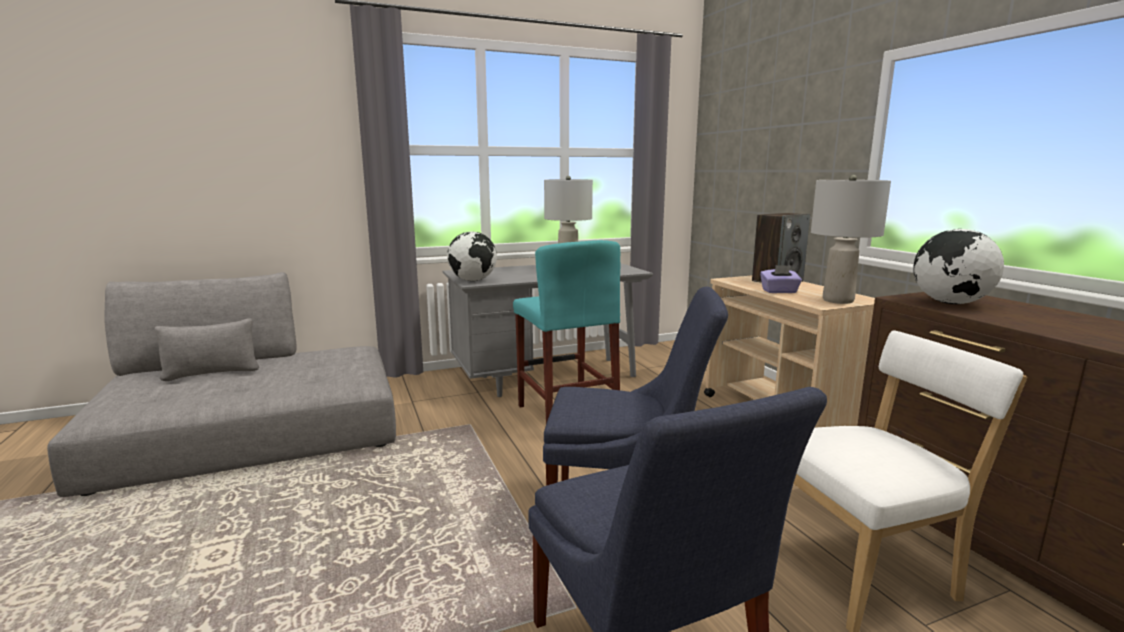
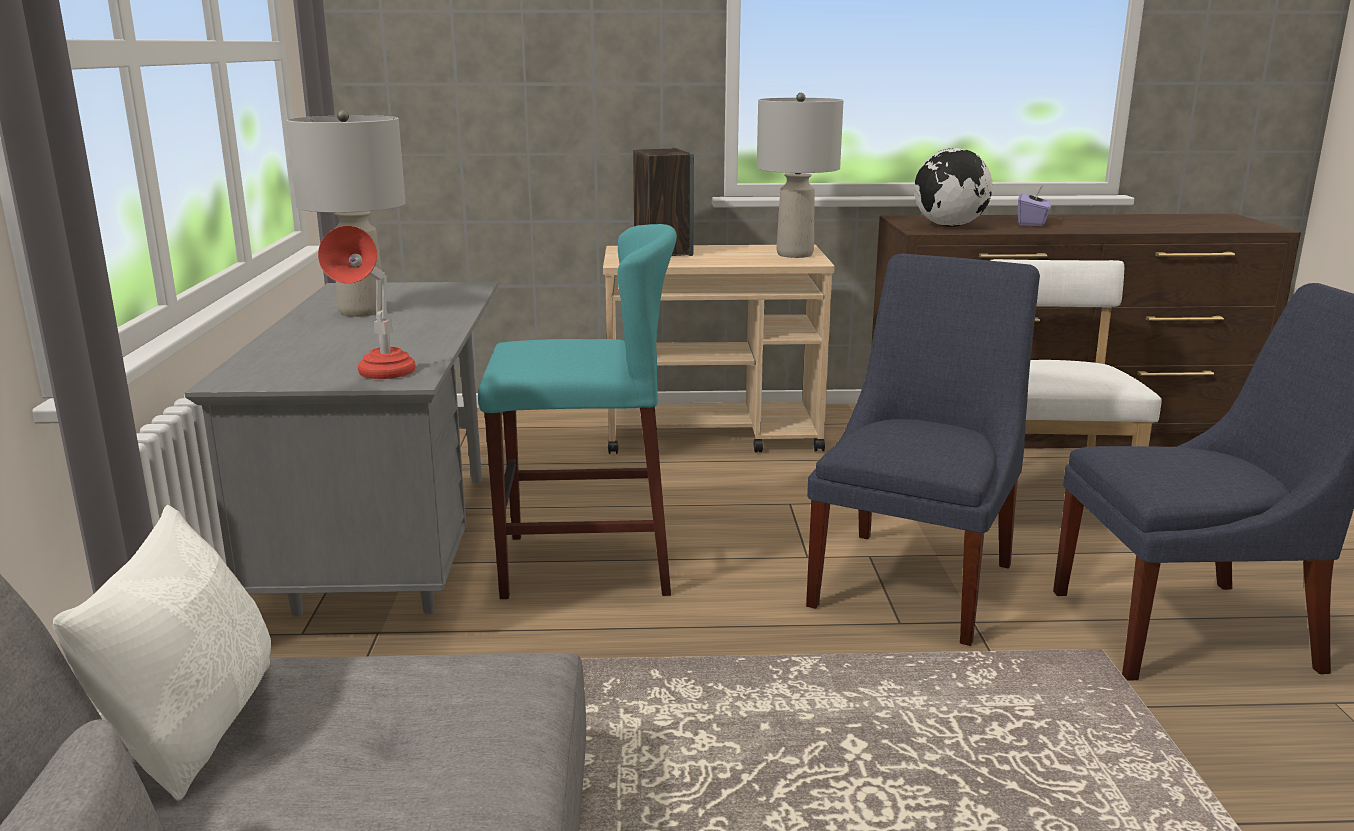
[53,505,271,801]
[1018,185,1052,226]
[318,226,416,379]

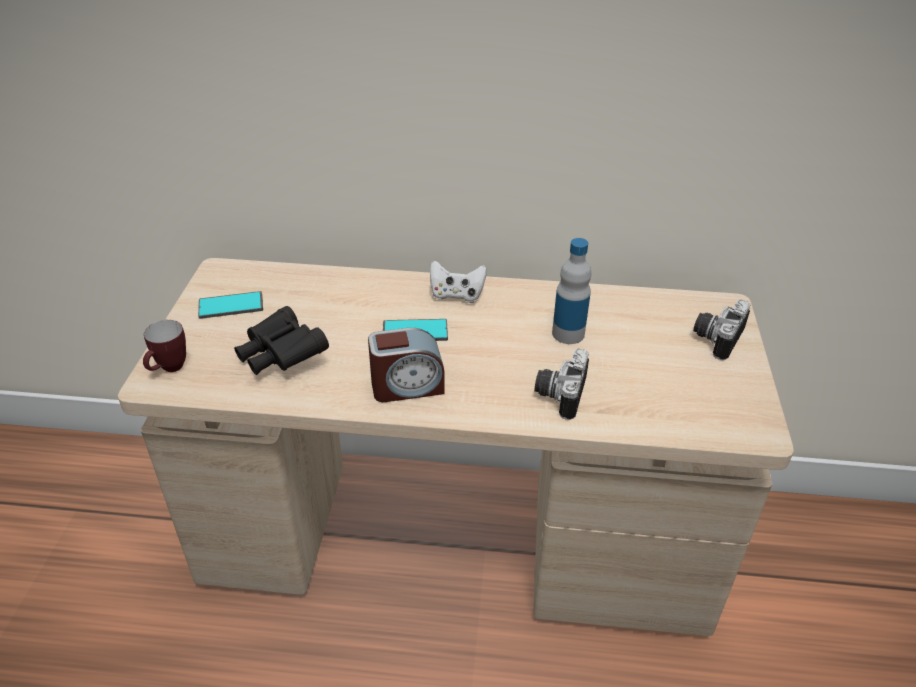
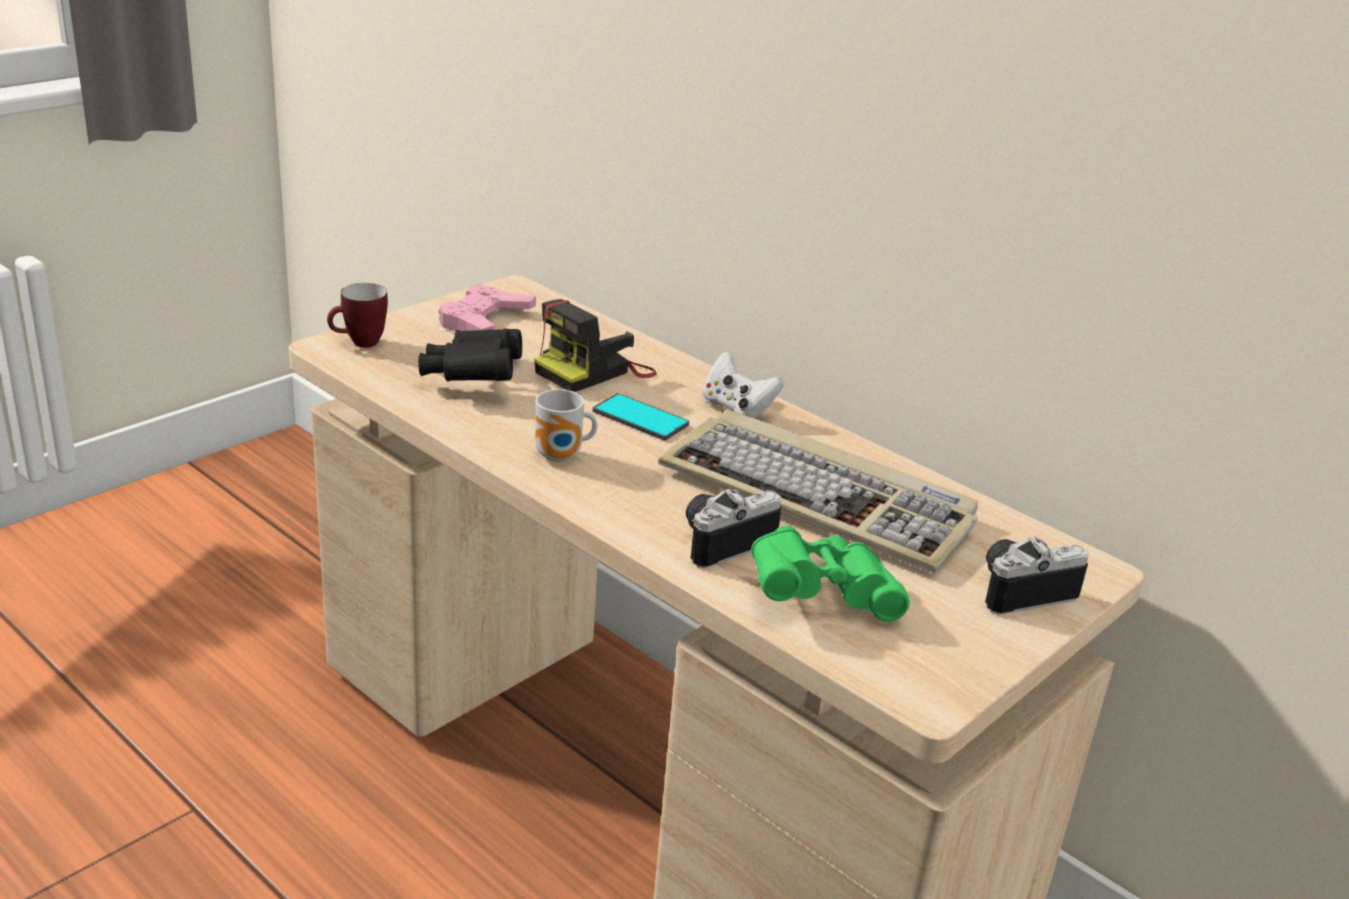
[534,299,657,392]
[751,526,910,622]
[439,284,536,331]
[535,389,598,462]
[658,409,978,573]

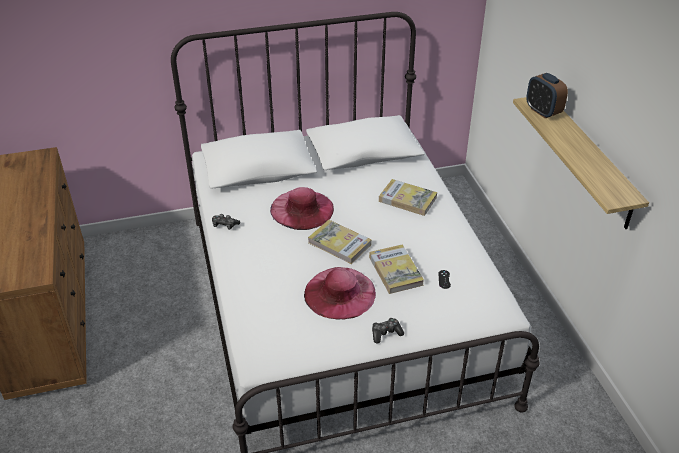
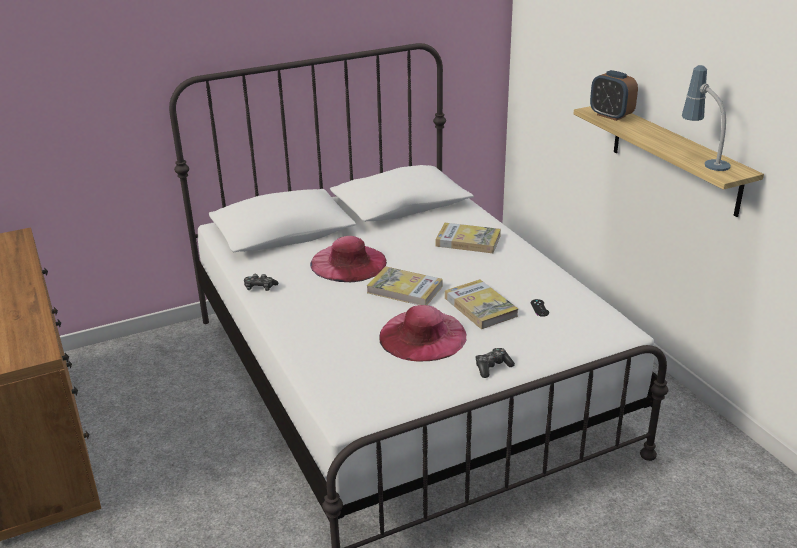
[682,65,731,171]

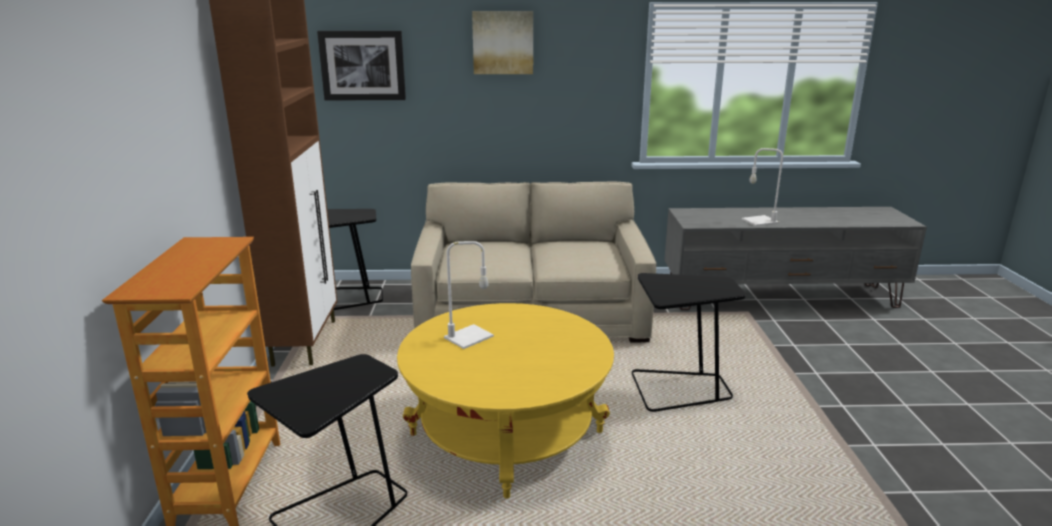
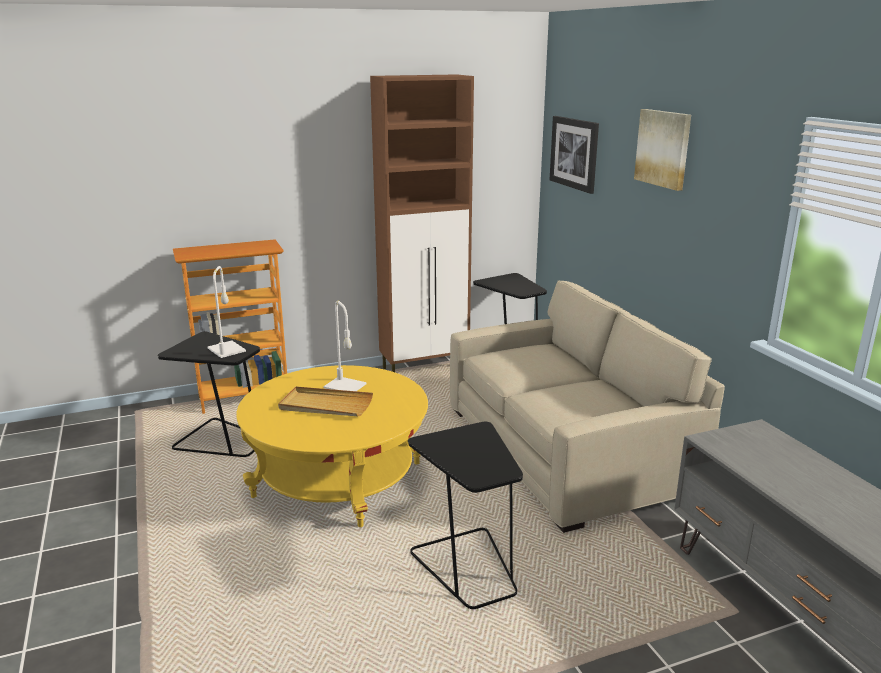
[278,387,373,416]
[207,266,246,358]

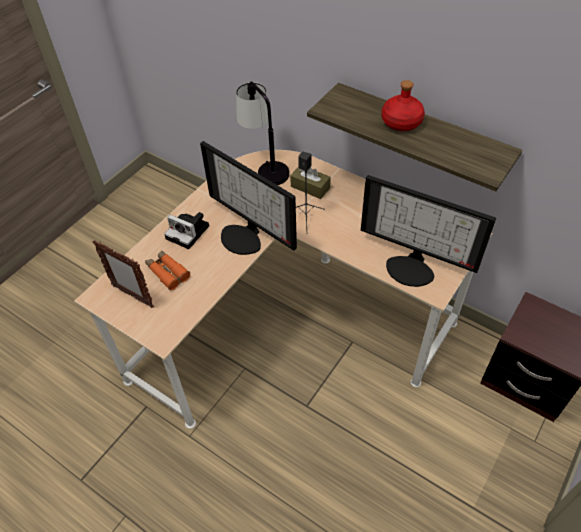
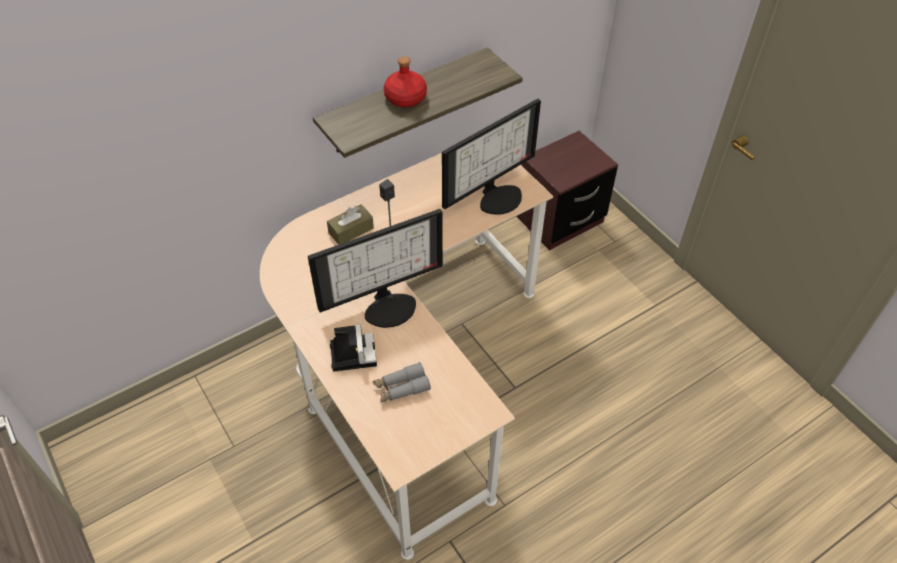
[93,240,154,308] (first image)
[236,81,289,185] (first image)
[373,362,431,402]
[330,324,377,372]

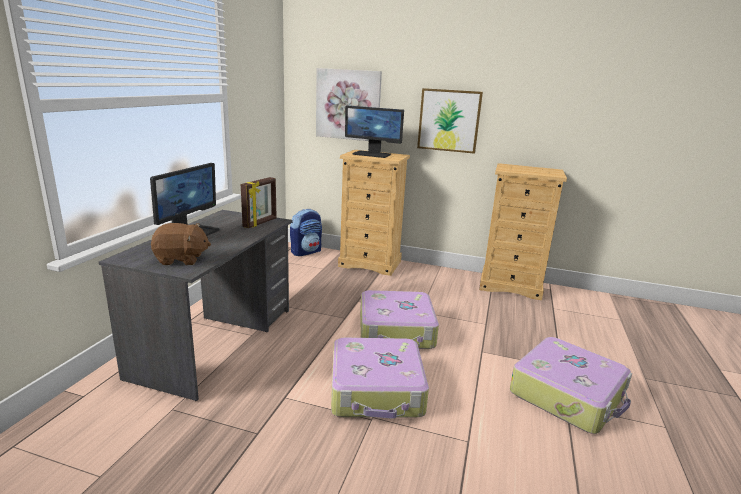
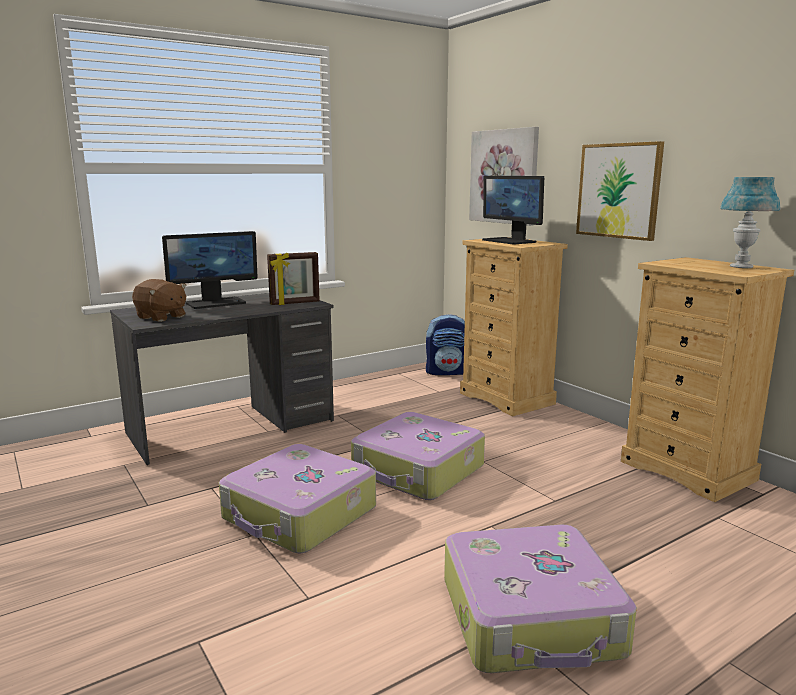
[720,177,780,268]

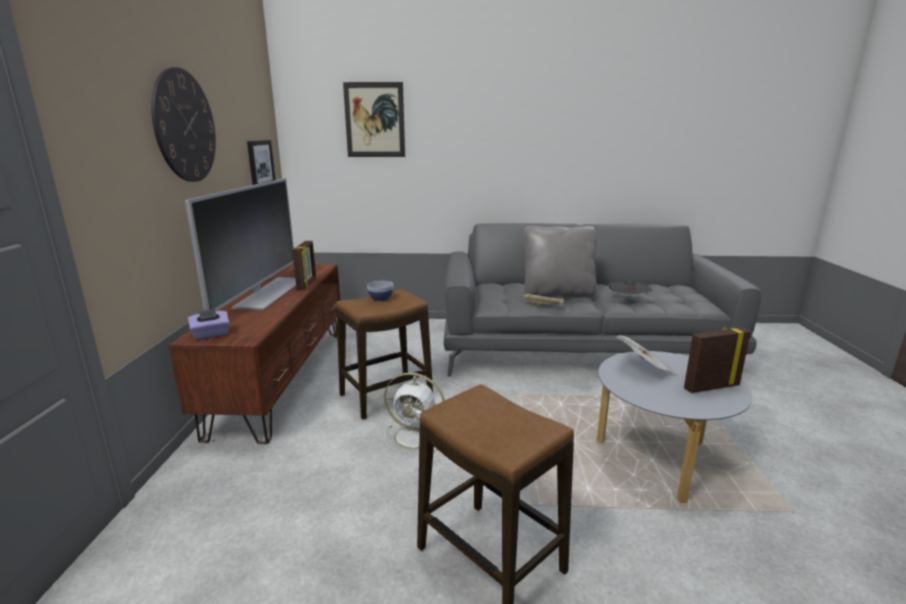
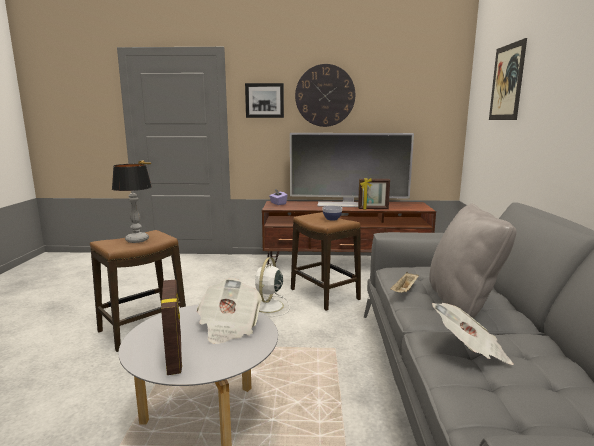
[112,164,152,243]
[245,83,284,118]

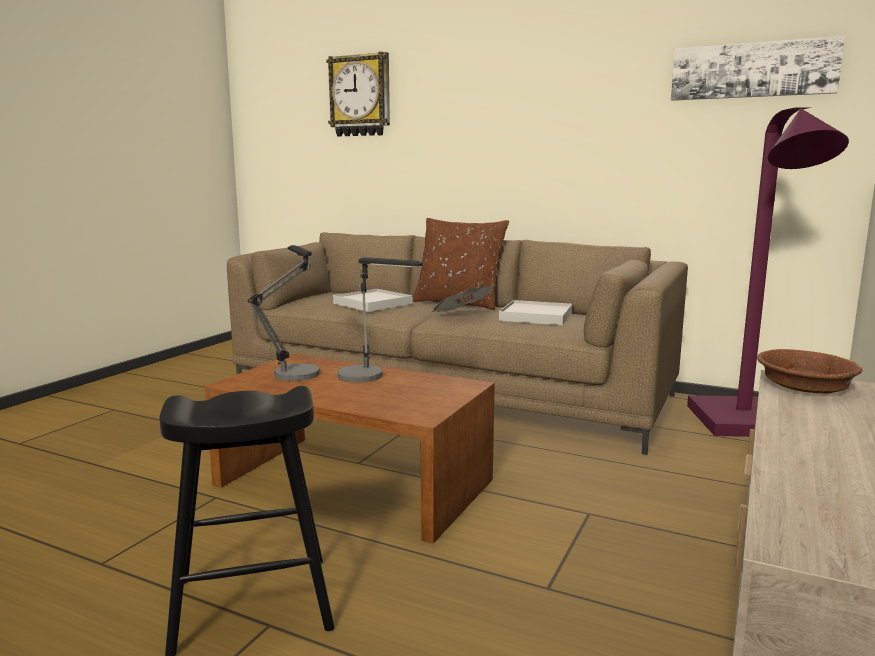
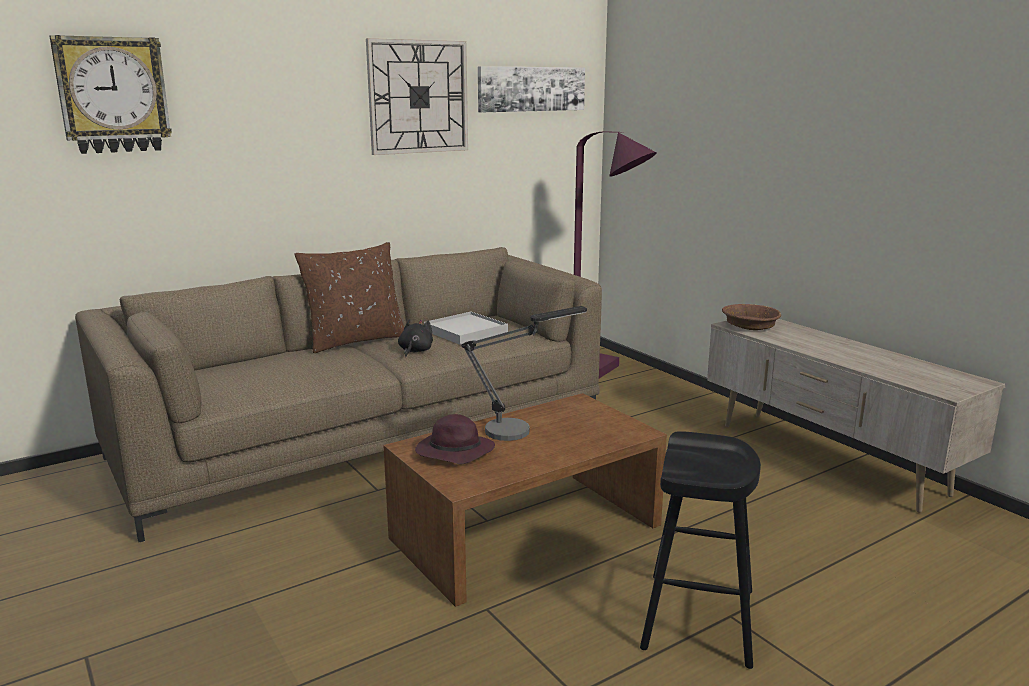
[333,289,413,312] (first image)
[366,38,468,155]
[415,414,495,464]
[398,319,433,357]

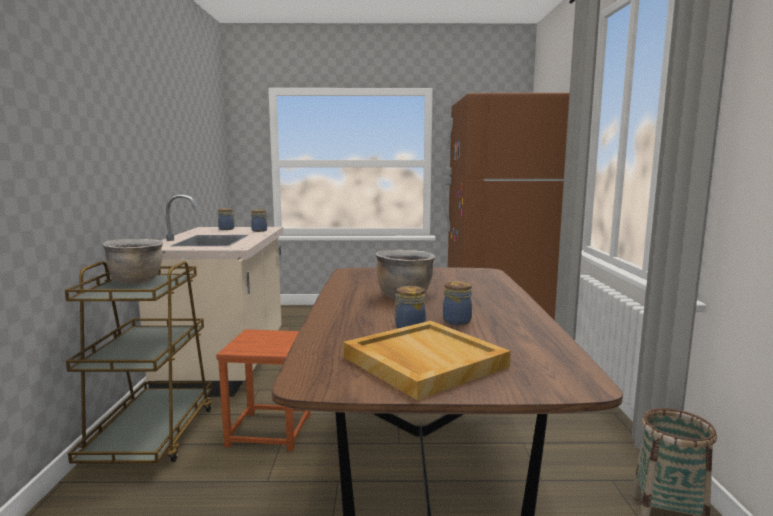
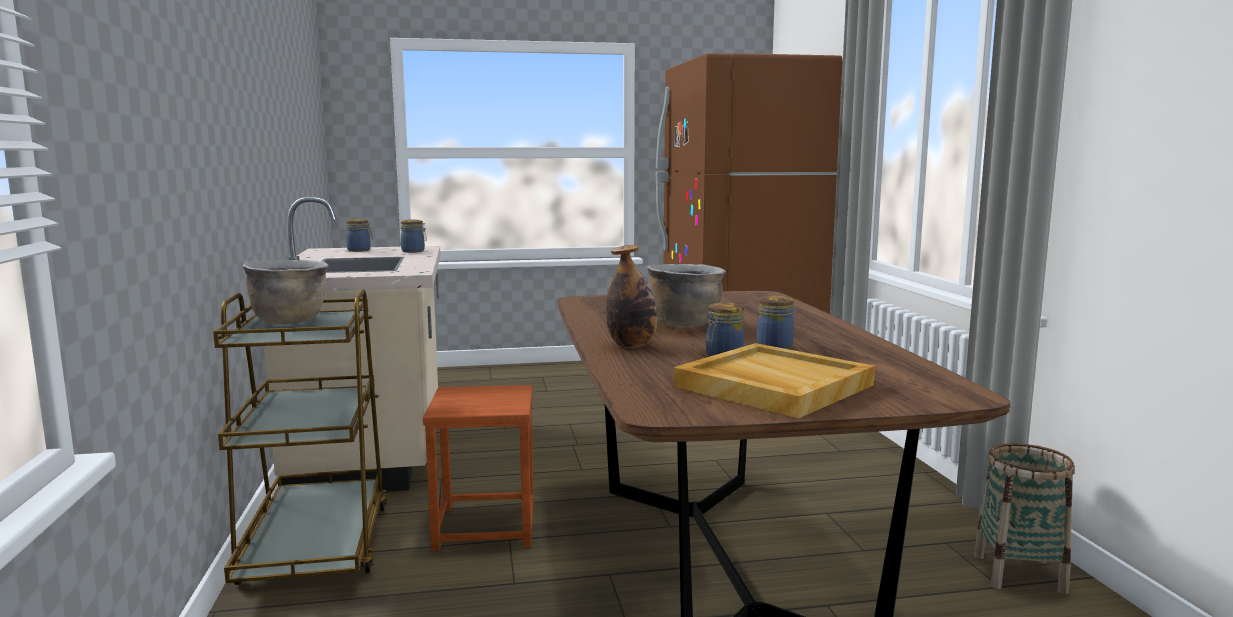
[606,245,658,348]

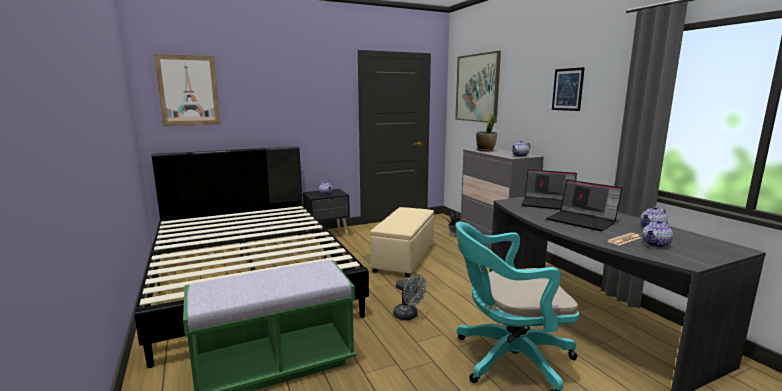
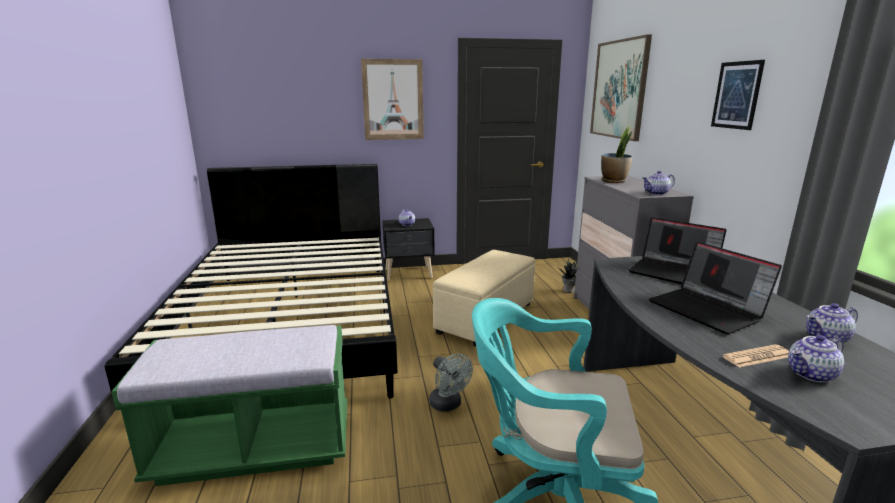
[361,59,424,140]

